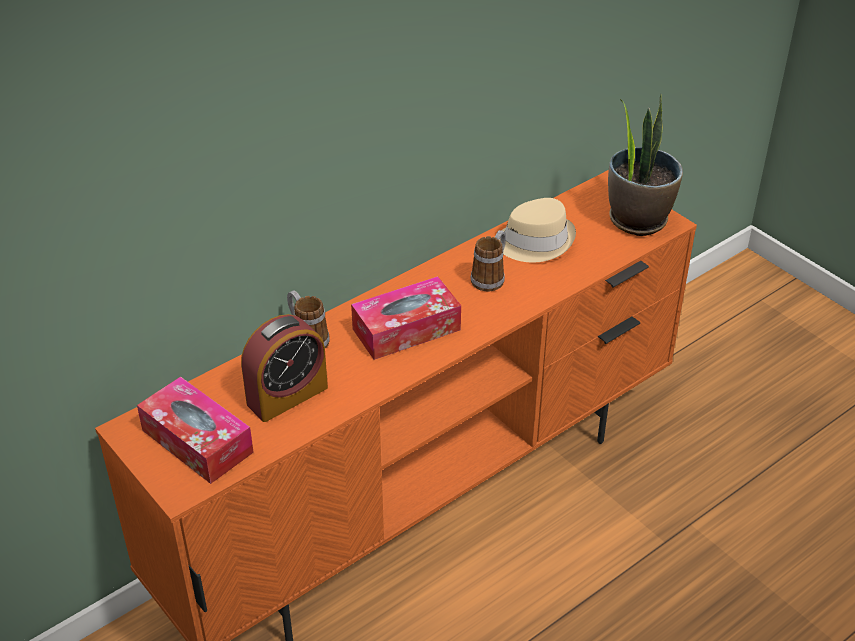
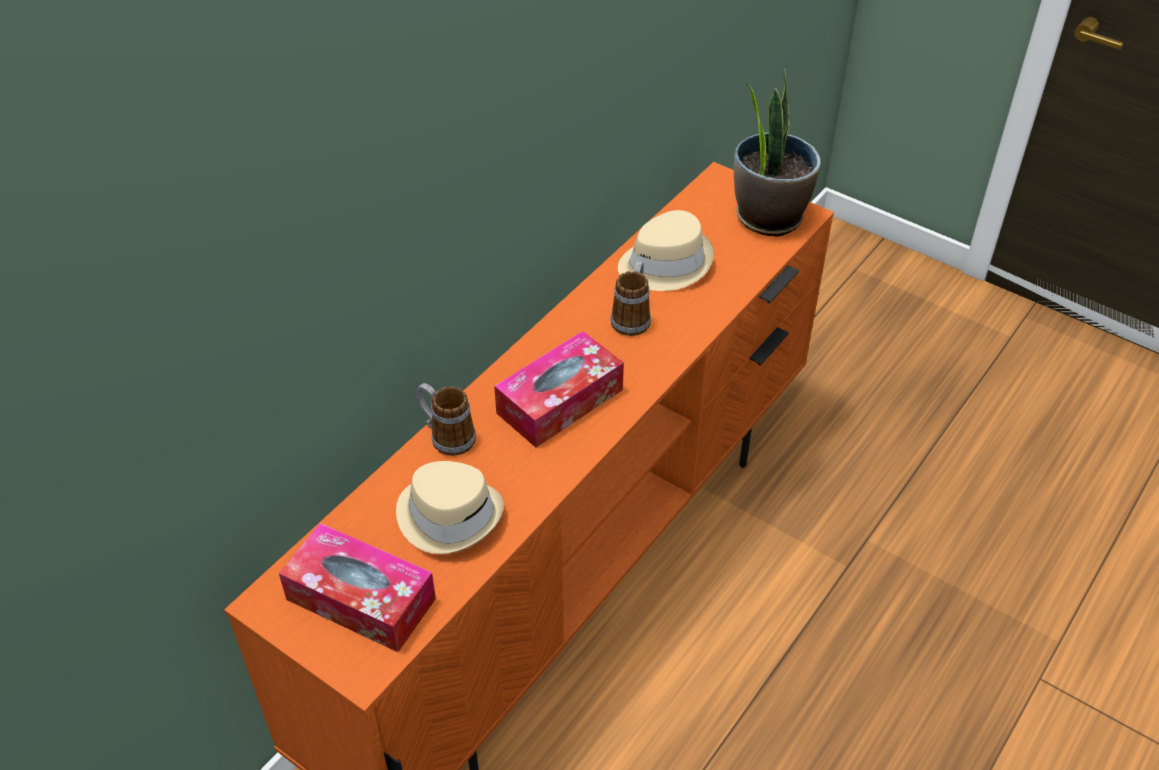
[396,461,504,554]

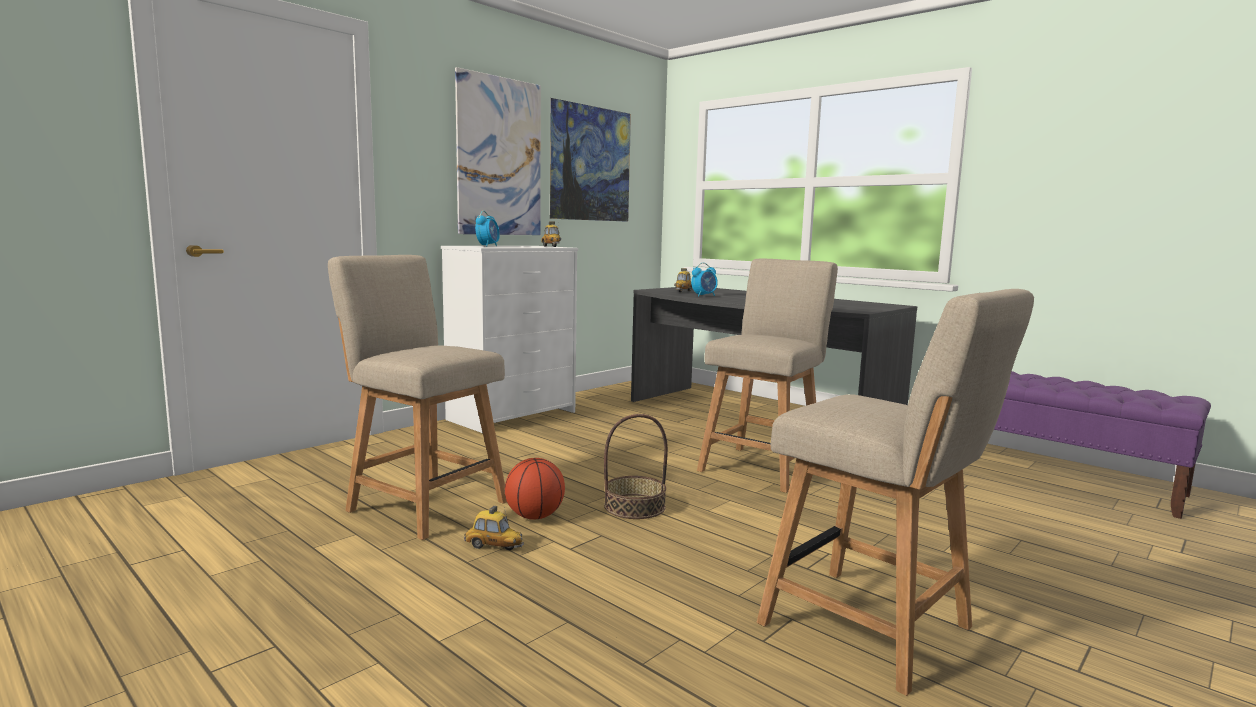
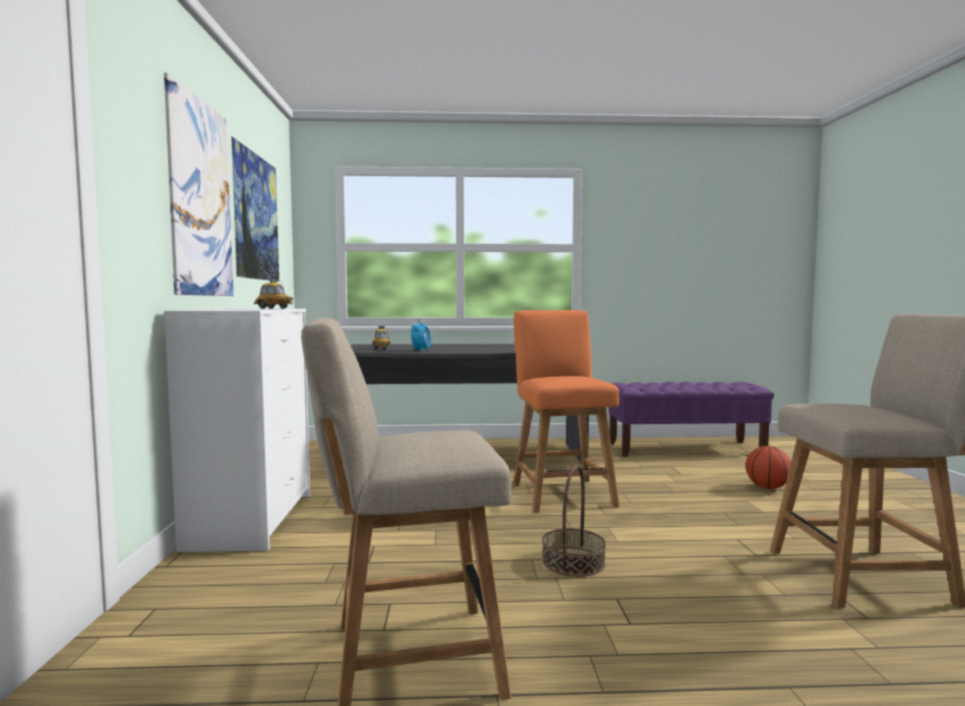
[464,506,524,550] (first image)
[475,211,500,246] (first image)
[745,446,791,489]
[513,310,619,513]

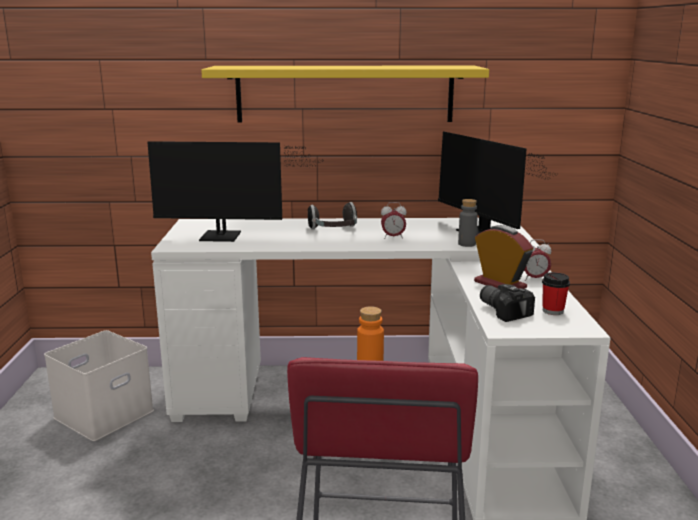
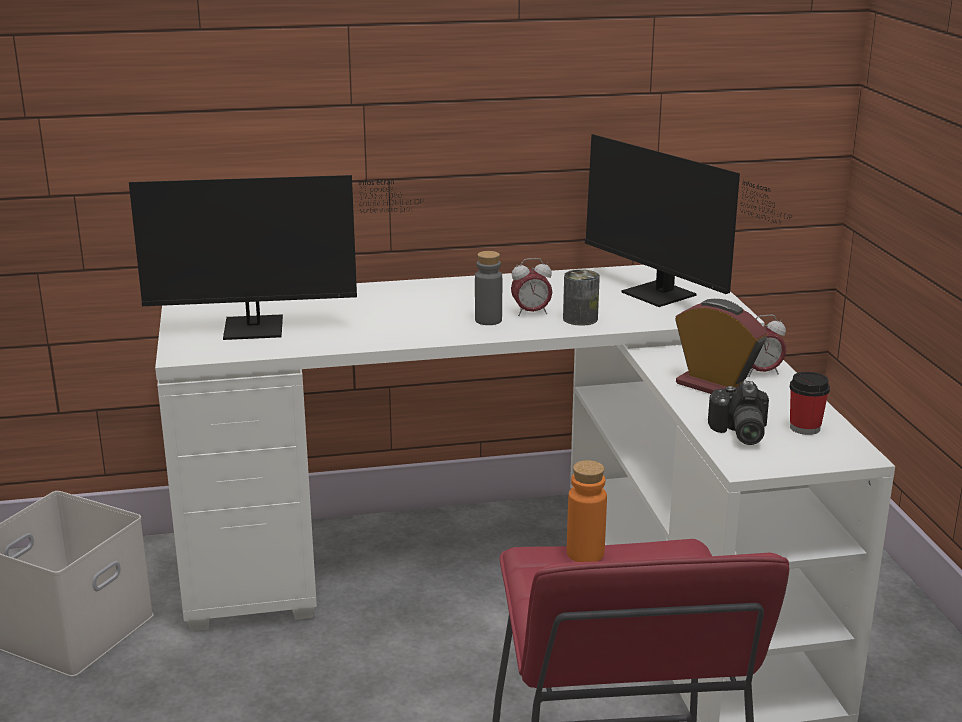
[201,66,489,123] (first image)
[308,202,357,230] (first image)
[563,269,600,326]
[475,251,502,325]
[708,381,769,445]

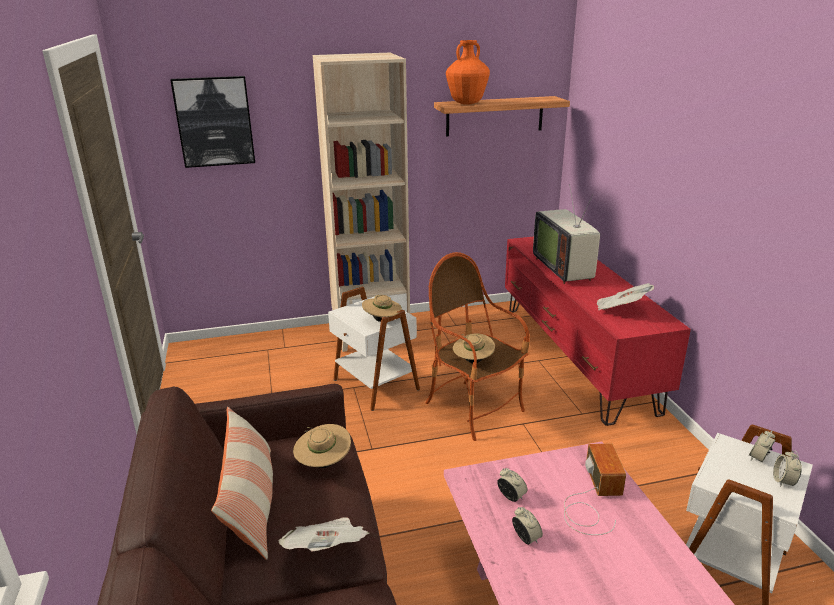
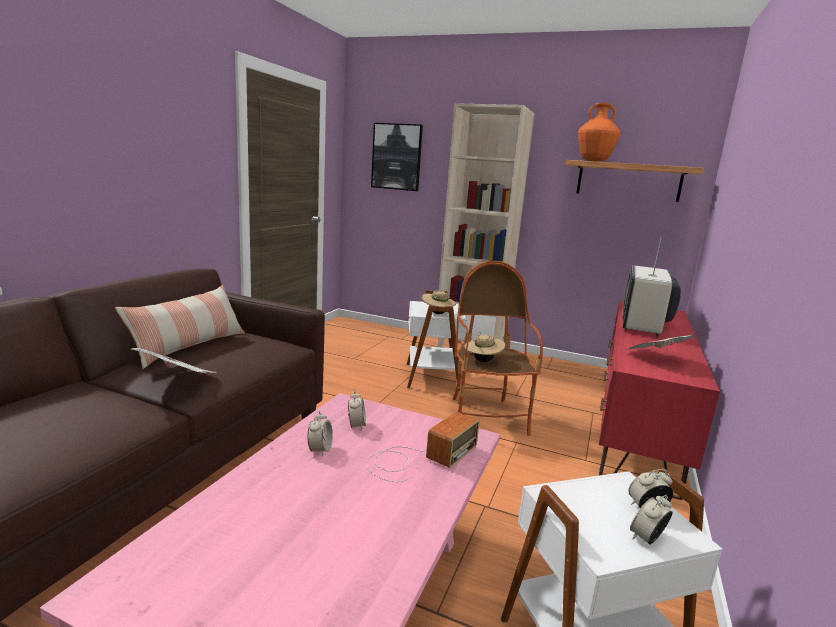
[293,424,351,468] (first image)

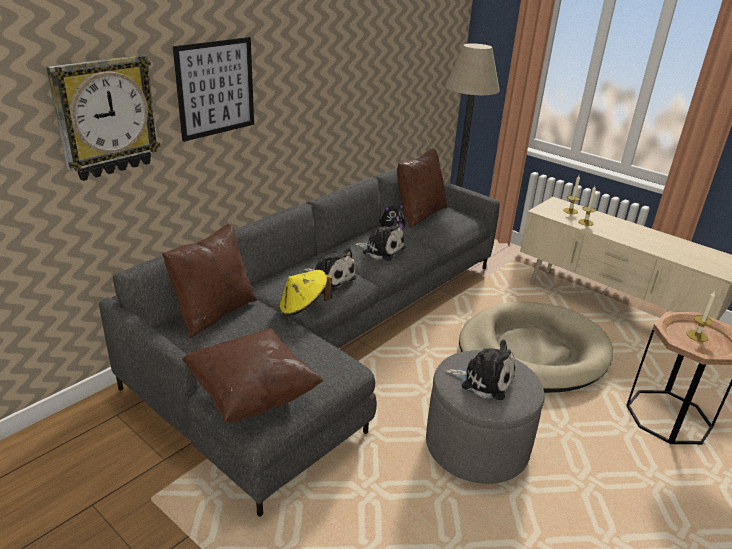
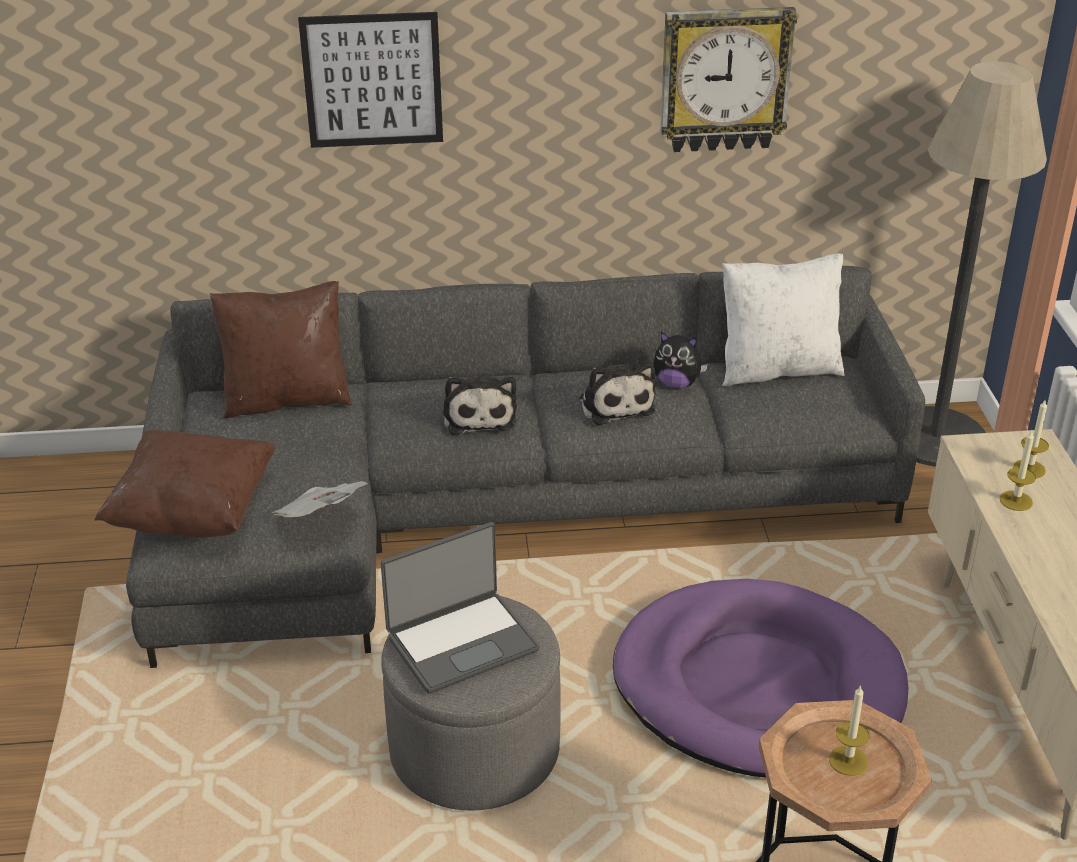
[279,270,332,316] (first image)
[272,481,368,517]
[660,7,797,152]
[381,522,540,694]
[722,254,845,386]
[613,579,908,778]

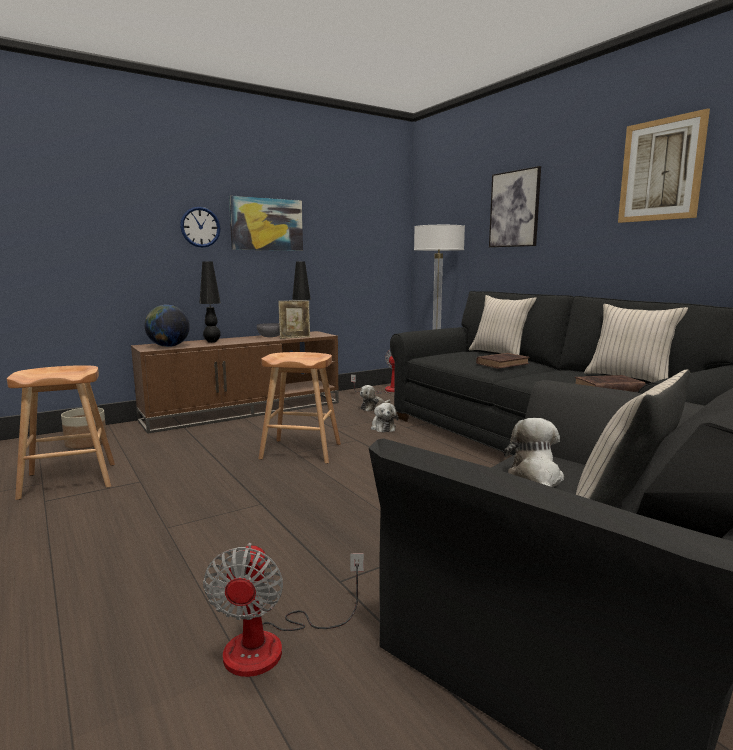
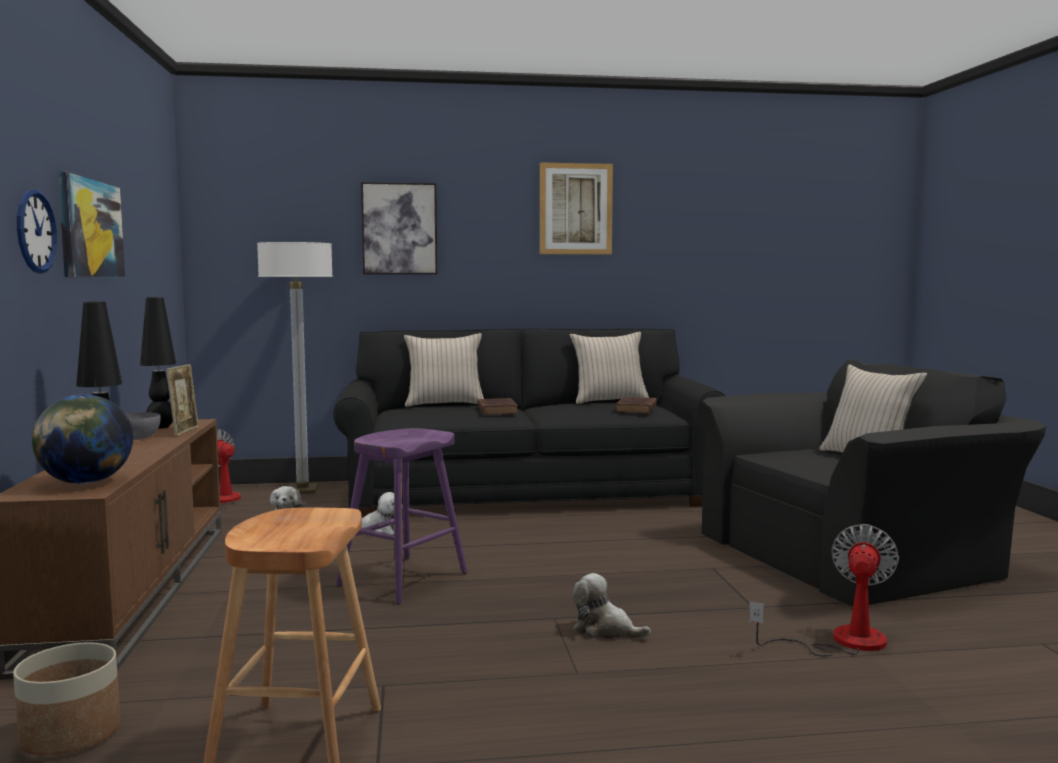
[572,573,651,639]
[336,428,468,604]
[749,524,899,657]

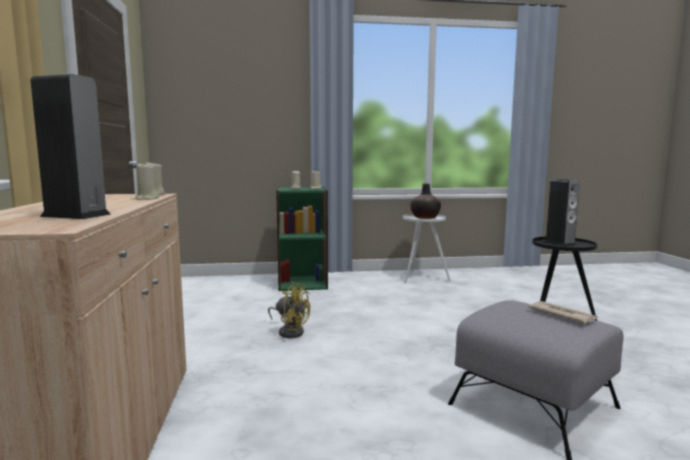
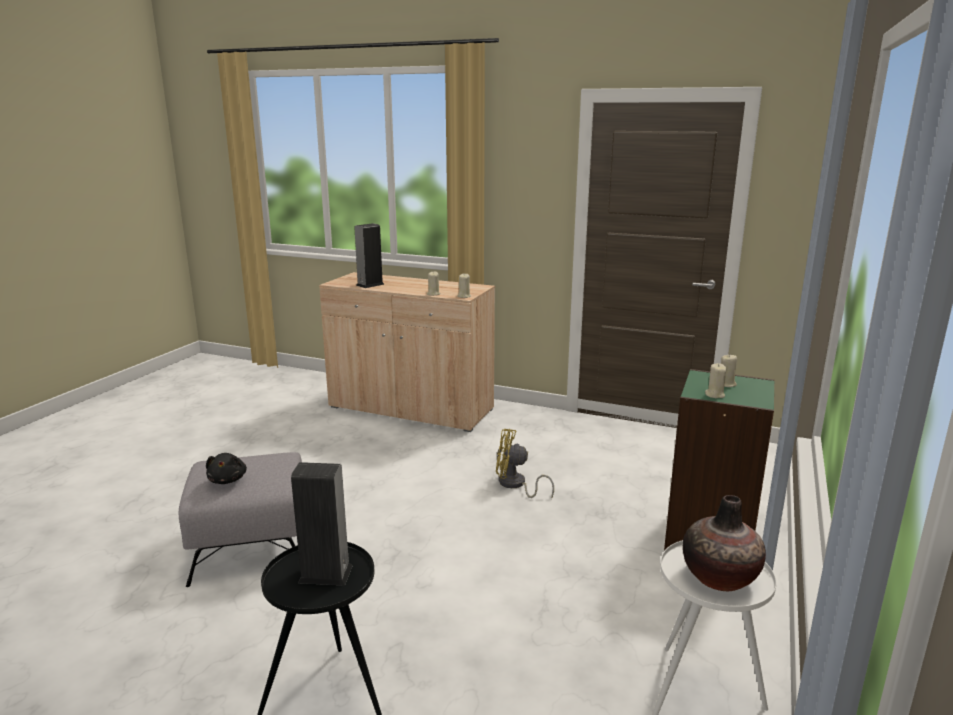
[206,453,247,484]
[496,429,554,499]

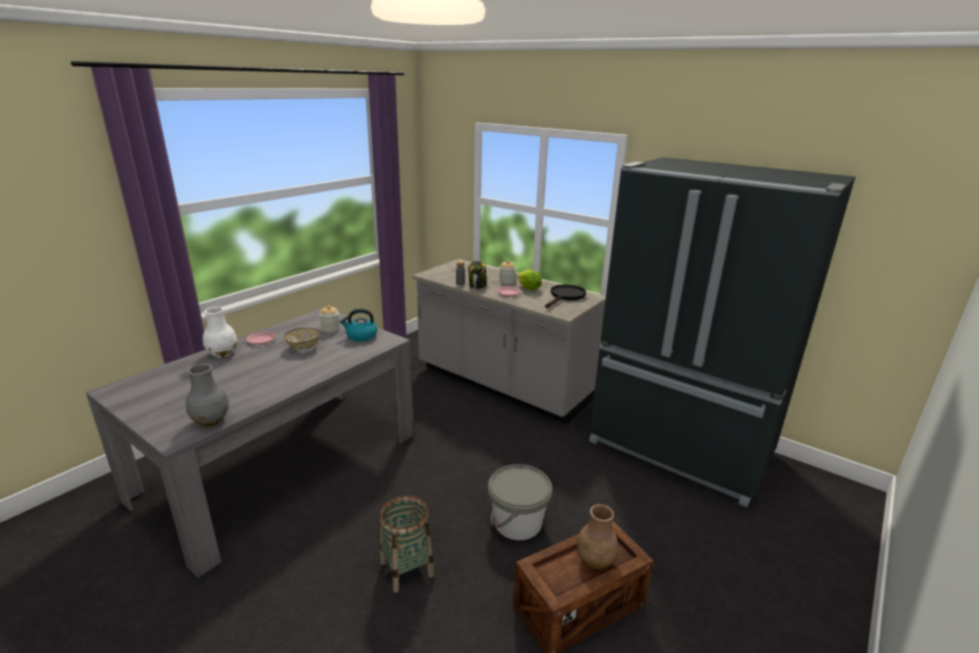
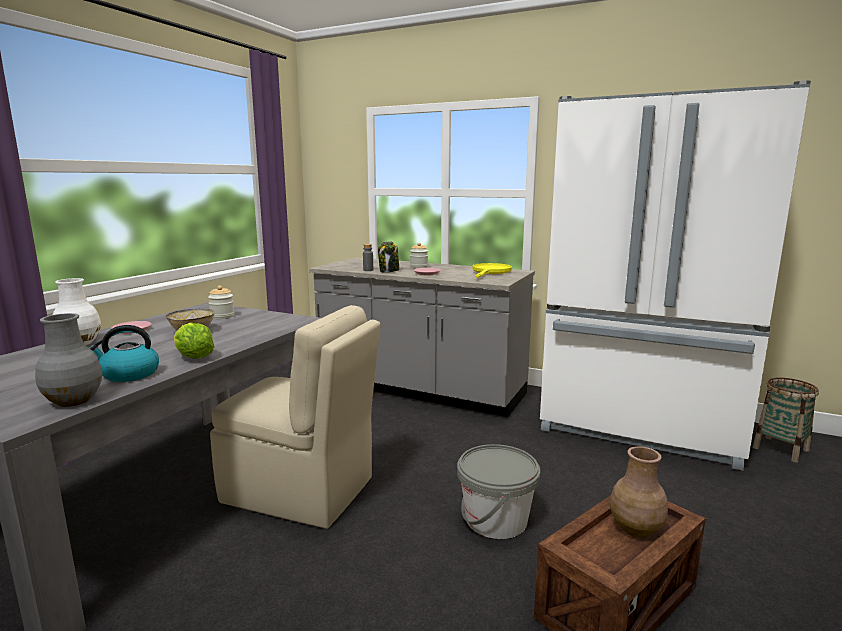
[210,305,381,529]
[89,325,159,382]
[753,378,819,463]
[174,323,215,359]
[472,263,512,278]
[540,80,811,471]

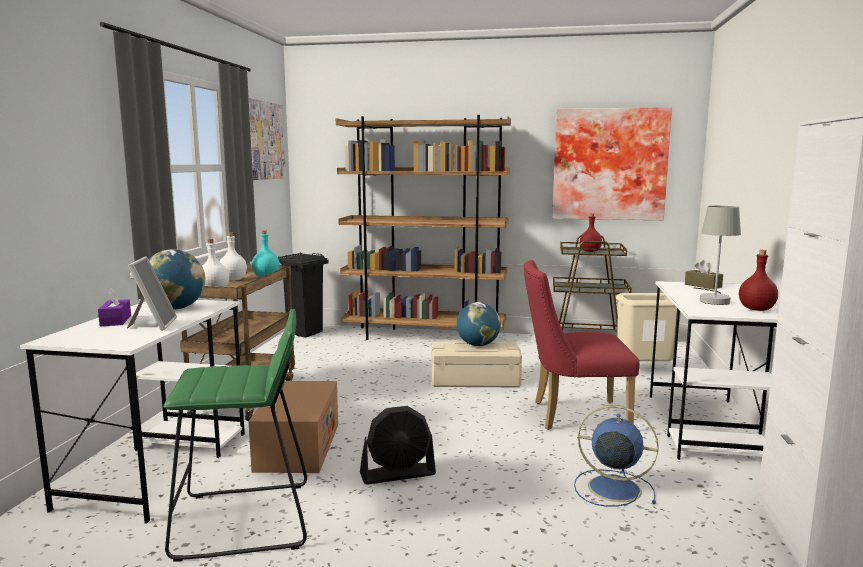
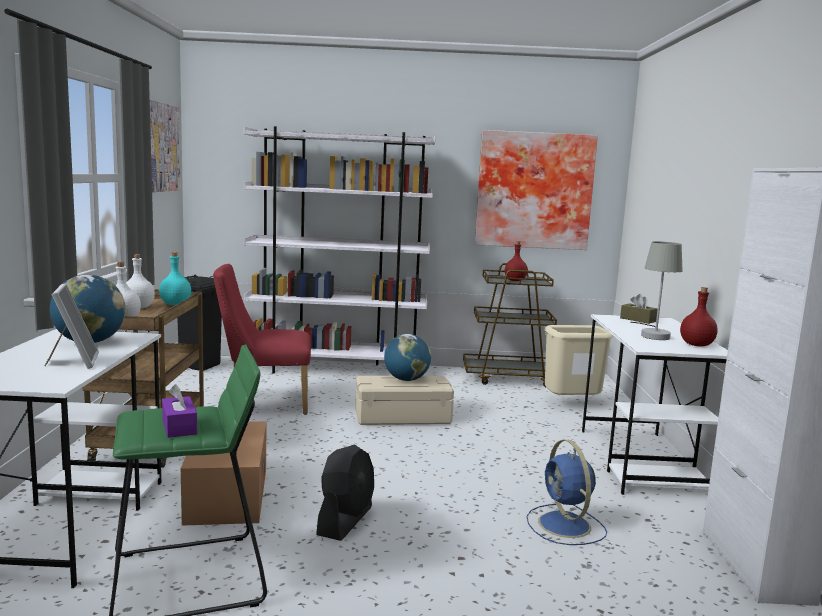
[162,384,197,438]
[213,264,311,415]
[244,126,436,376]
[316,444,374,541]
[527,440,607,545]

